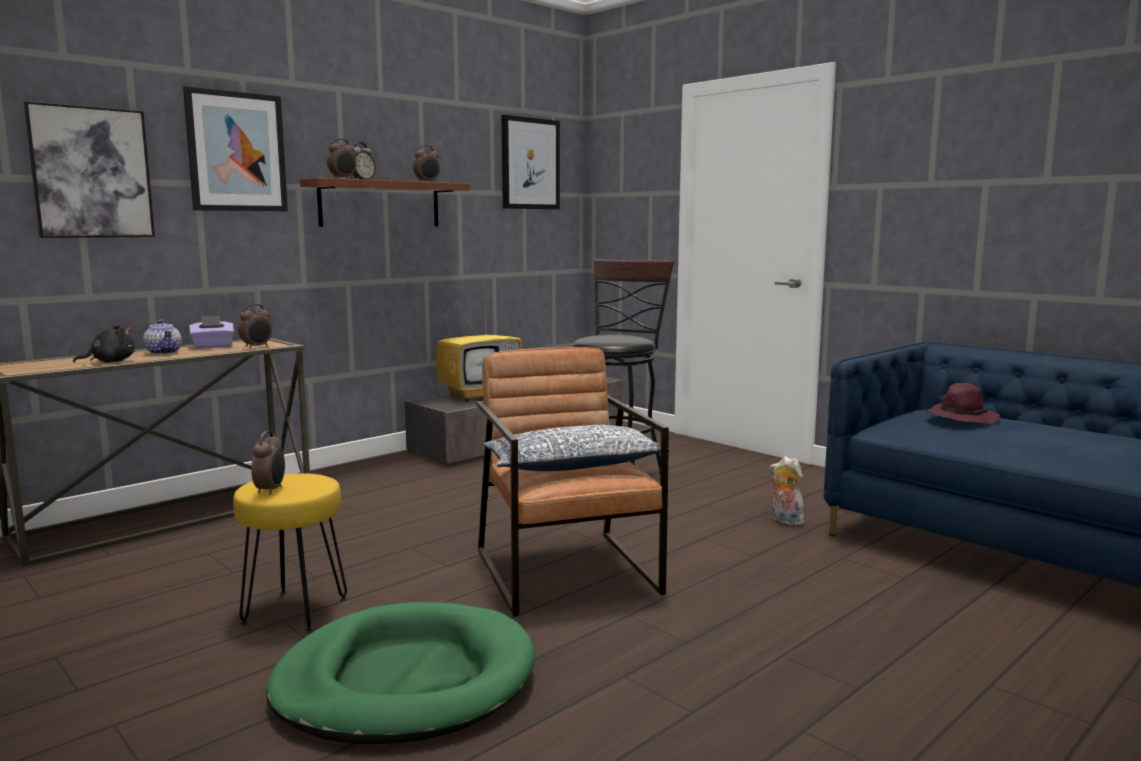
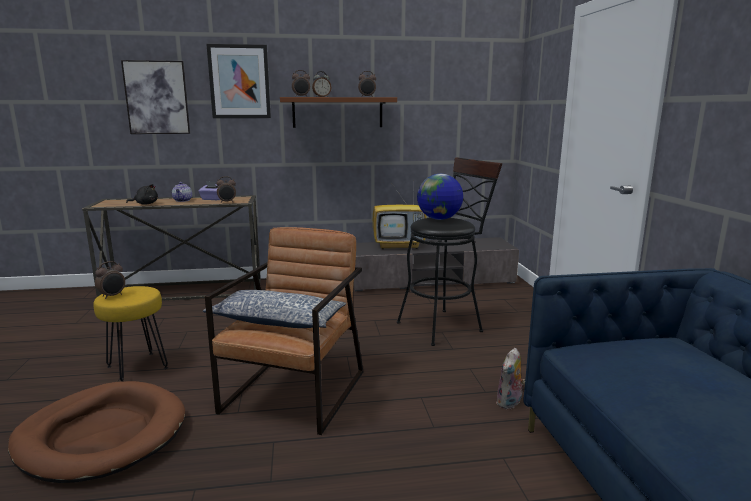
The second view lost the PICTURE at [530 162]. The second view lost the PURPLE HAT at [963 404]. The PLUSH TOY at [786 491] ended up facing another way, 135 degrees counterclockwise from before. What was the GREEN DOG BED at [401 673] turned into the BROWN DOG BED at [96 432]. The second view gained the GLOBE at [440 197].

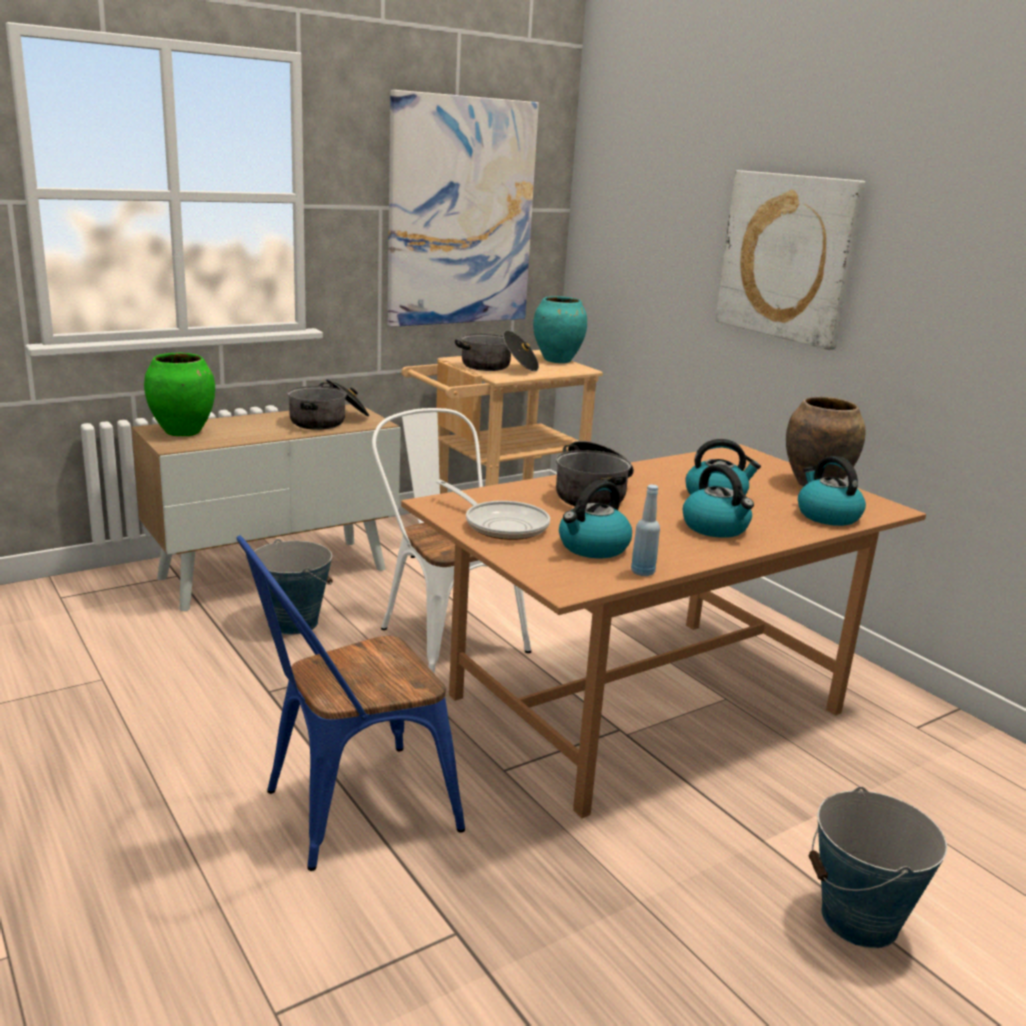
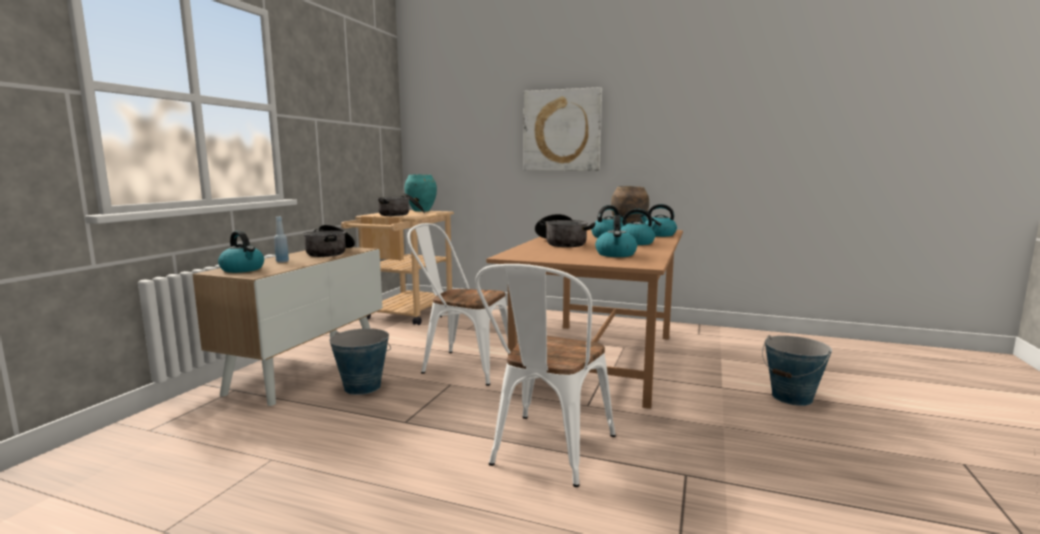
The second view lost the PICTURE at [463 208]. Where the GREEN VASE stood at [179 394], the KETTLE came to stand at [241 252]. The second view lost the FRYING PAN at [493 510]. The BLUE BOTTLE ended up elsewhere, having gone from [645 530] to [281 240]. What was the BLUE CHAIR at [350 703] turned into the WHITE CHAIR at [545 375].

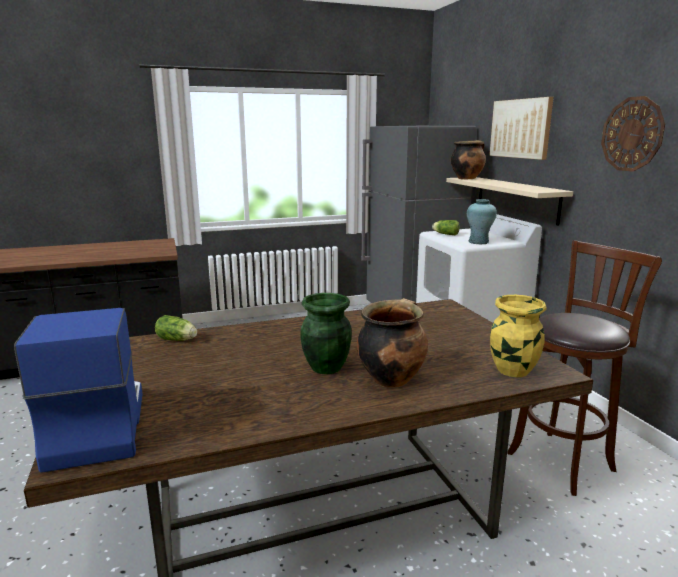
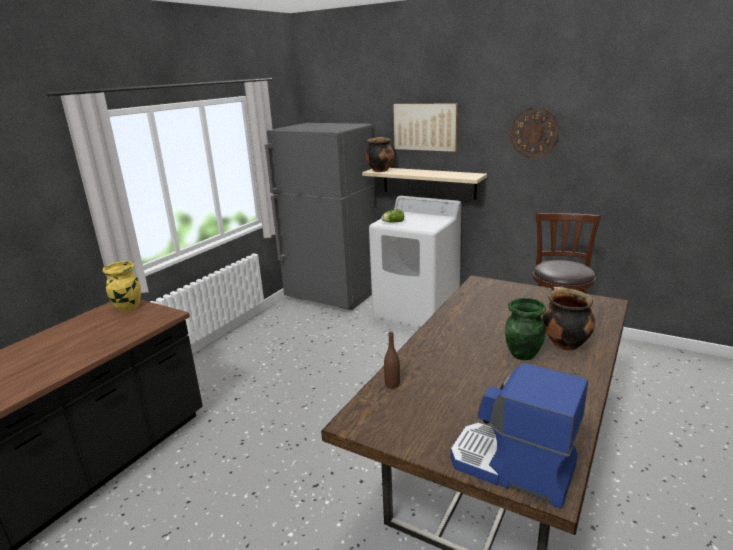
The second view lost the TURQUOISE VASE at [482 221]. The YELLOW VASE ended up elsewhere, having gone from [518 336] to [122 286]. Where the LETTUCE stood at [176 328], the BROWN BOTTLE came to stand at [392 360].

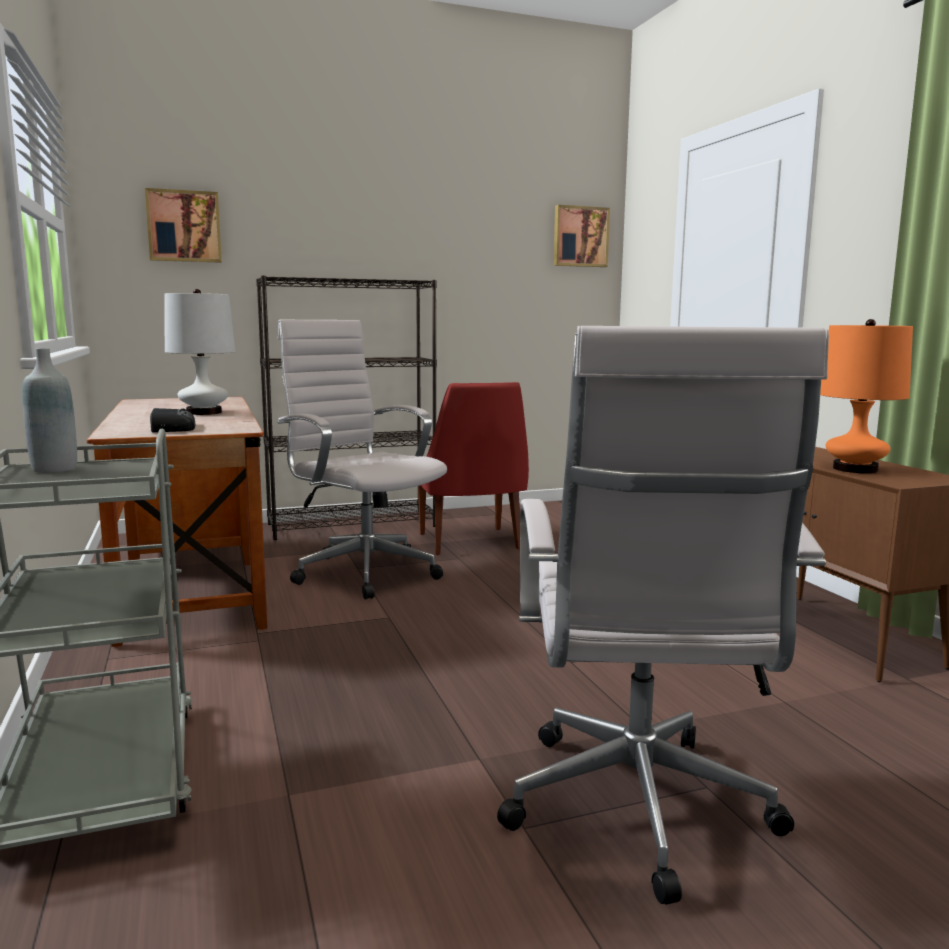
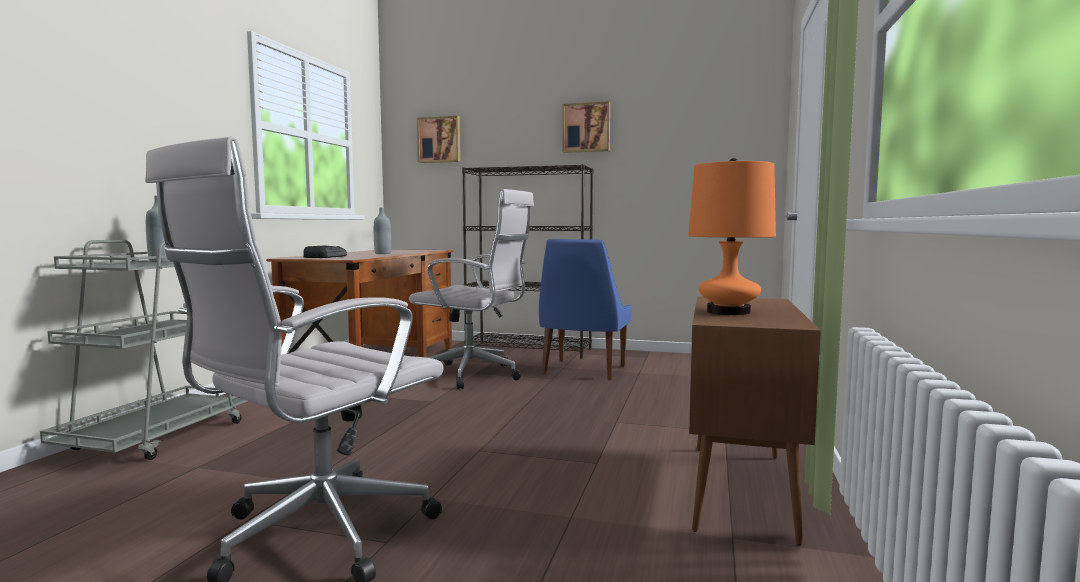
The PICTURE ended up elsewhere, having gone from [582 236] to [586 127]. Where the WHITE TABLE LAMP stood at [200 352], the GREY BOTTLE came to stand at [382 231]. The WHITE OFFICE CHAIR at [362 460] ended up facing another way, 120 degrees clockwise from before. What was the RED CHAIR at [473 468] turned into the BLUE CHAIR at [585 309].

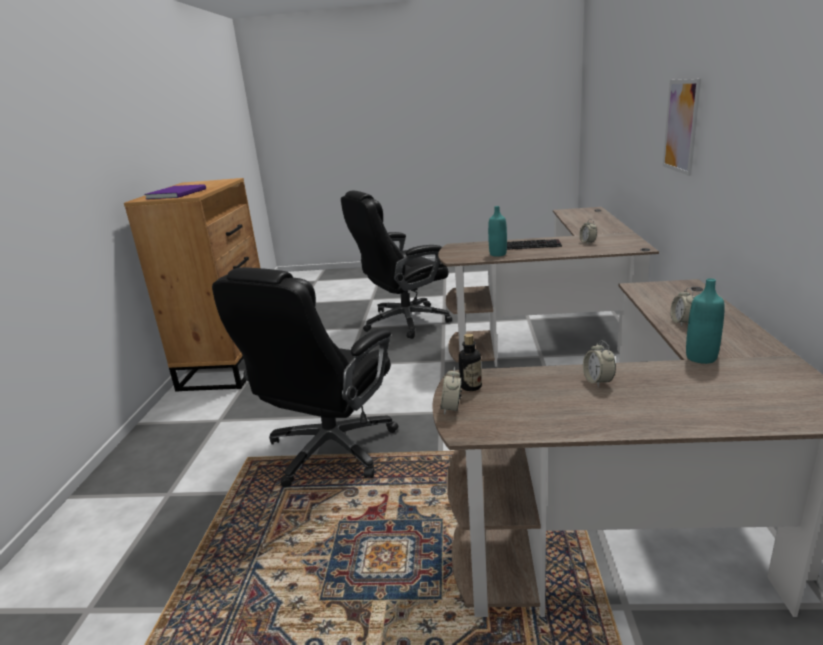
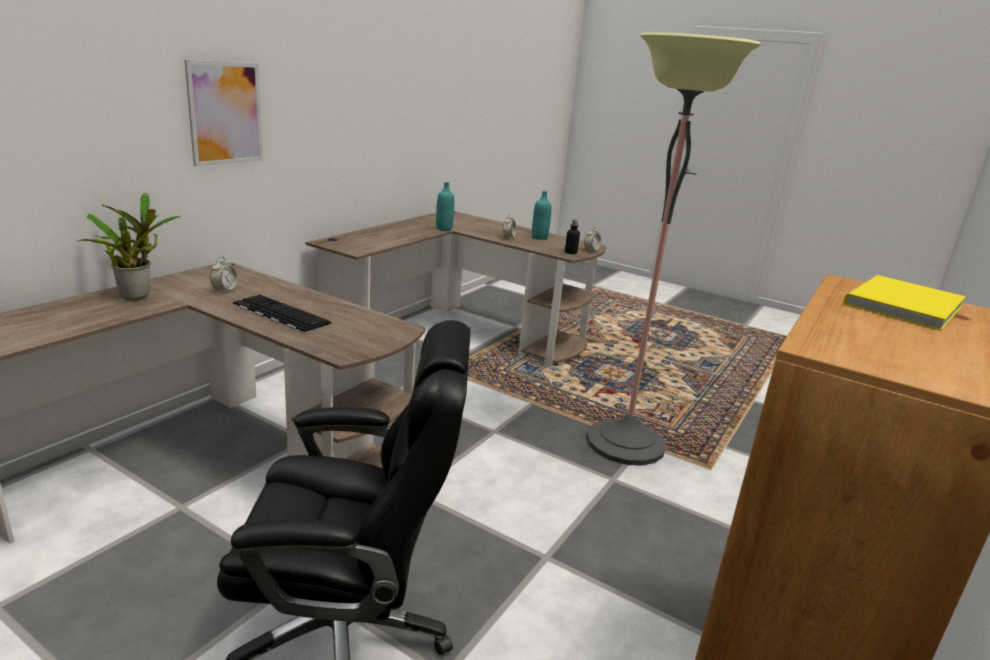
What was the PURPLE BOOK at [175 191] turned into the YELLOW BOOK at [905 303]. The TURQUOISE BOTTLE ended up elsewhere, having gone from [497 231] to [541 215]. Where the BLACK OFFICE CHAIR stood at [305 377], the FLOOR LAMP came to stand at [674 249]. The second view lost the ALARM CLOCK at [682 307]. The second view gained the POTTED PLANT at [129 246].

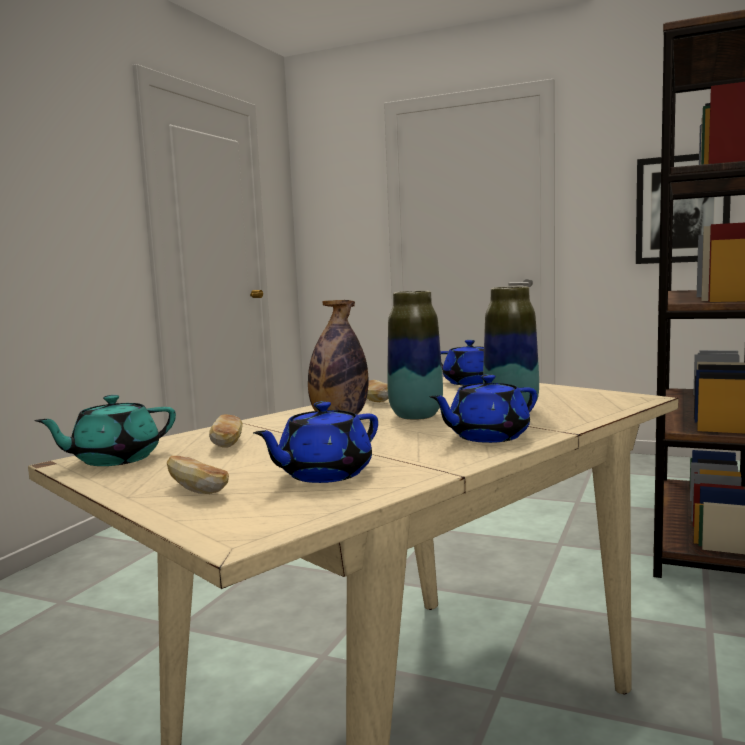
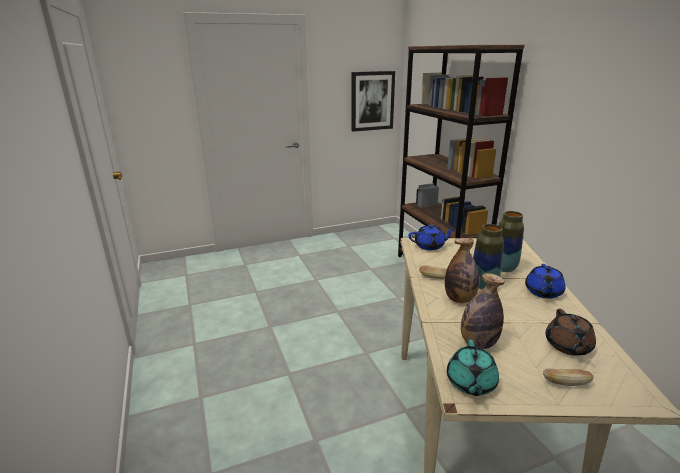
What was the BLUE TEAPOT at [315 442] turned into the BROWN TEAPOT at [571 332]. Where the BREAD stood at [226 431], the BOTTLE came to stand at [483 311].

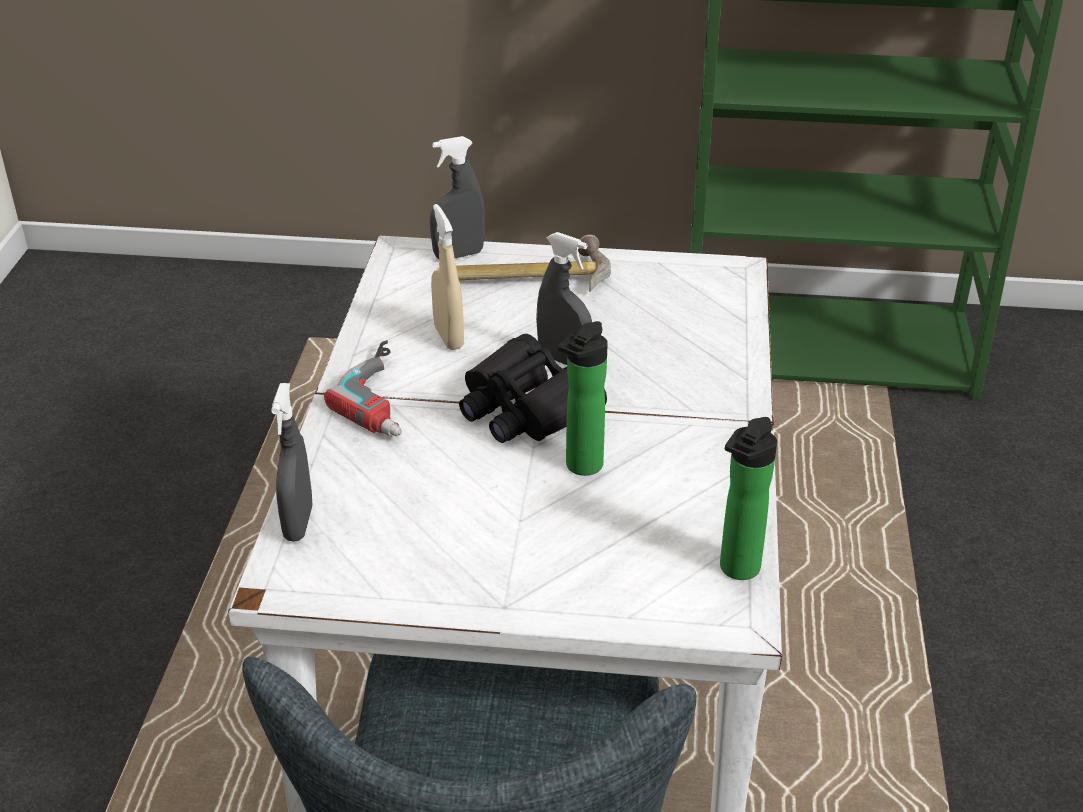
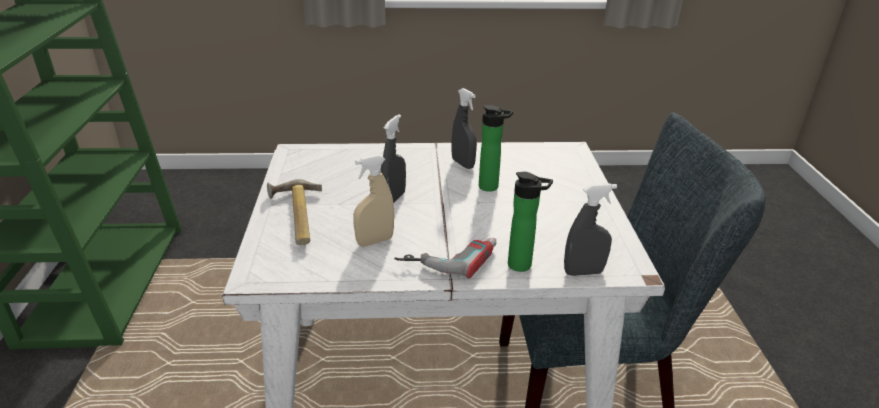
The GREY SPRAY BOTTLE ended up elsewhere, having gone from [457 197] to [464 128]. The second view lost the BLACK BINOCULARS at [533 388]. The BOTTLE ended up elsewhere, having gone from [748 498] to [530 222].

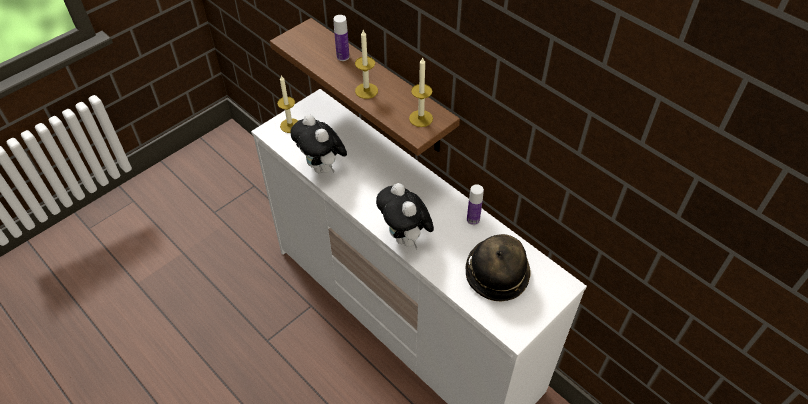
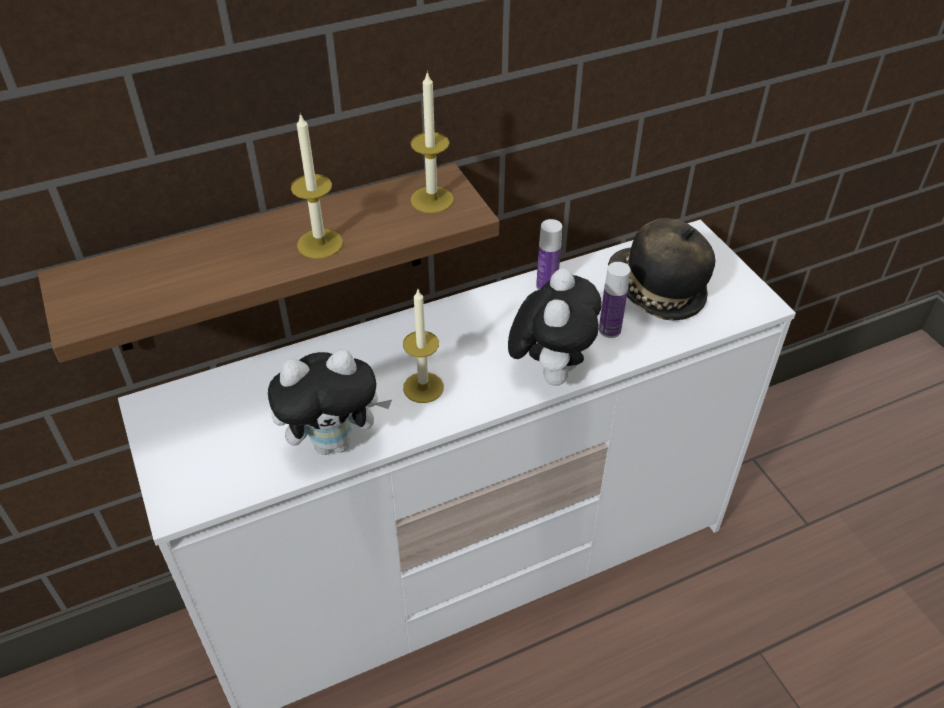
The BOTTLE ended up elsewhere, having gone from [341 38] to [614 300]. The CANDLE ended up elsewhere, having gone from [287 104] to [423 346]. The PLUSH TOY at [405 216] ended up facing another way, 75 degrees counterclockwise from before.

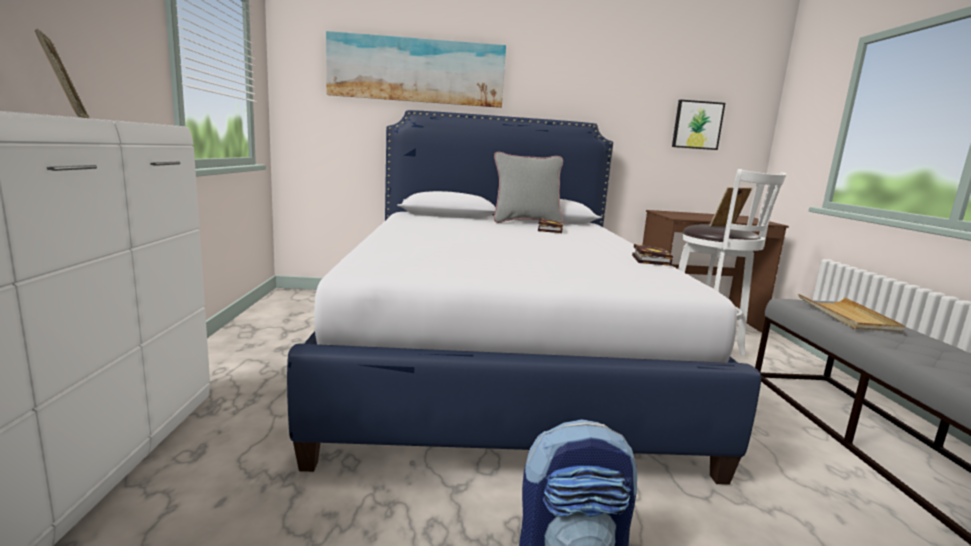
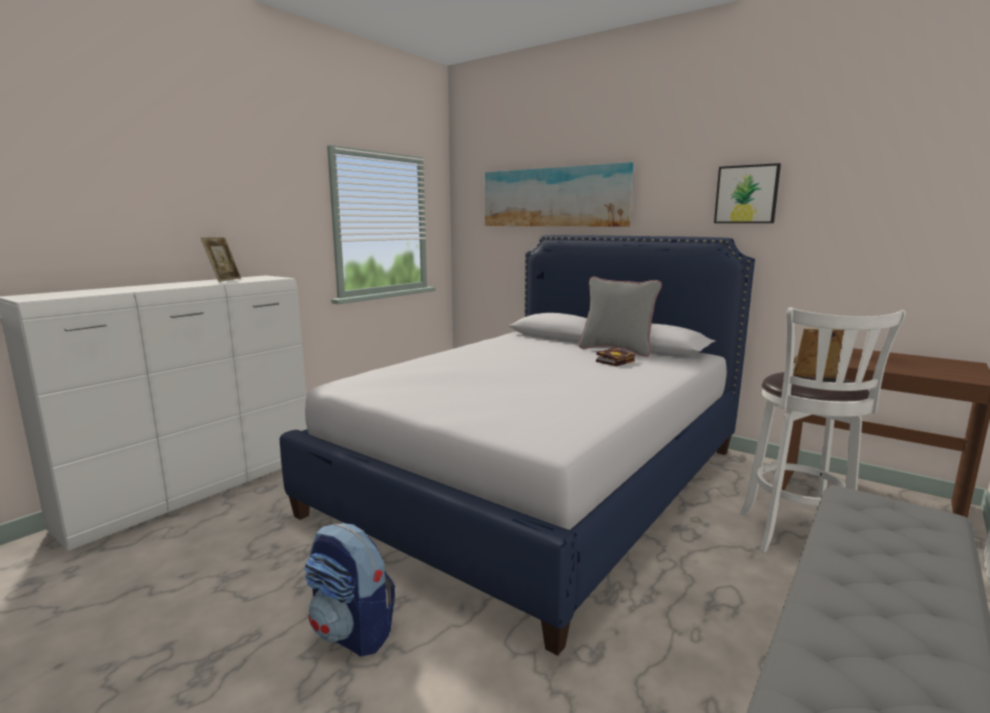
The PICTURE ended up elsewhere, having gone from [698 125] to [747 193]. The second view lost the BOOK at [652 255]. The second view lost the BEIGE TRAY at [851 313].

